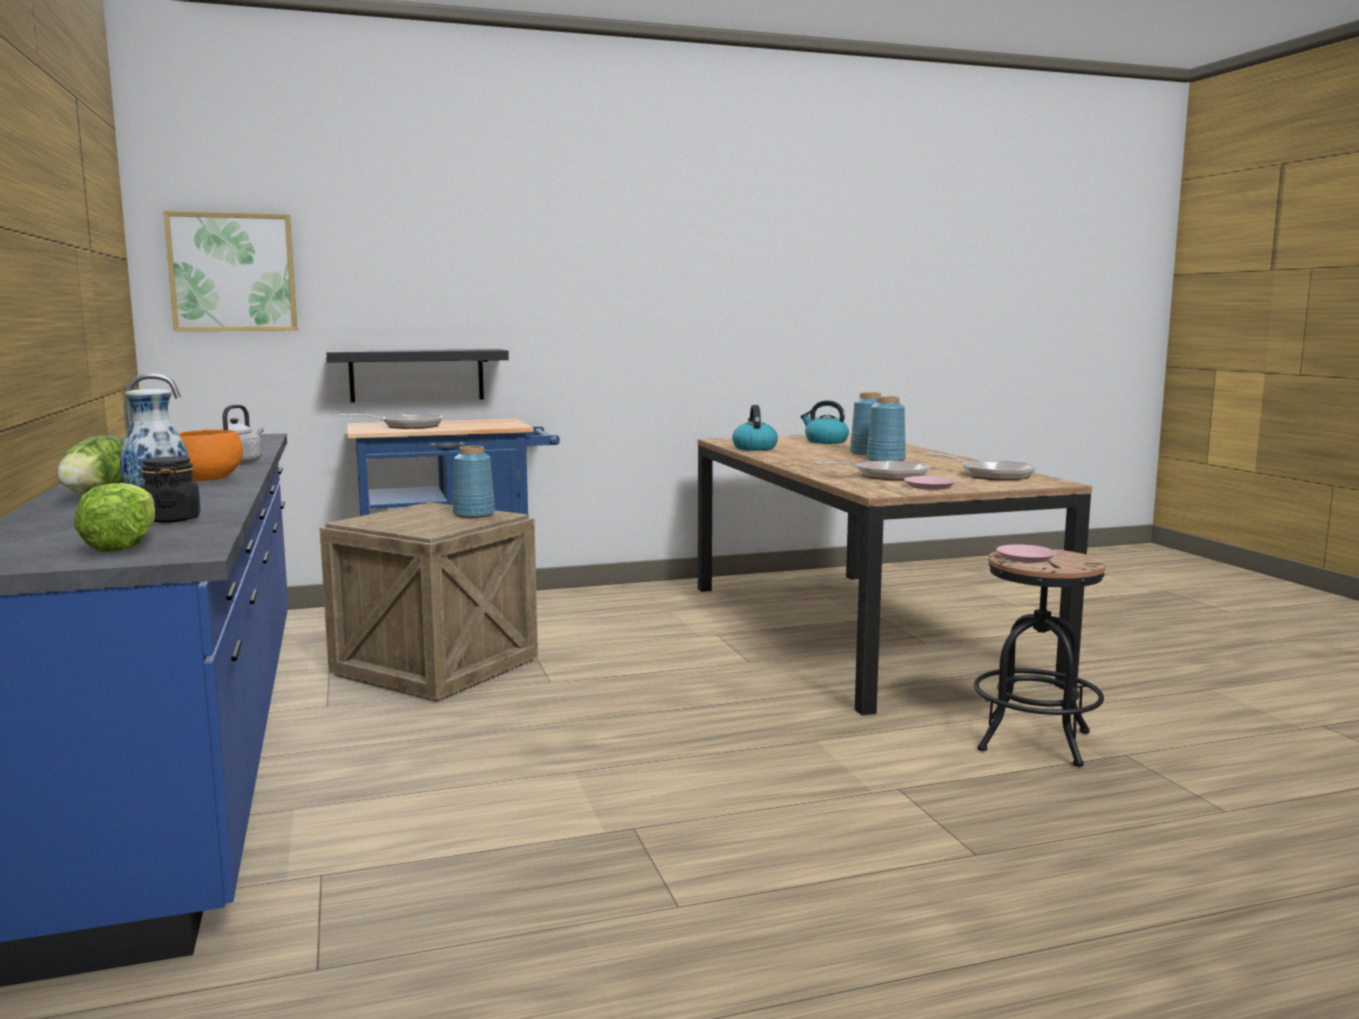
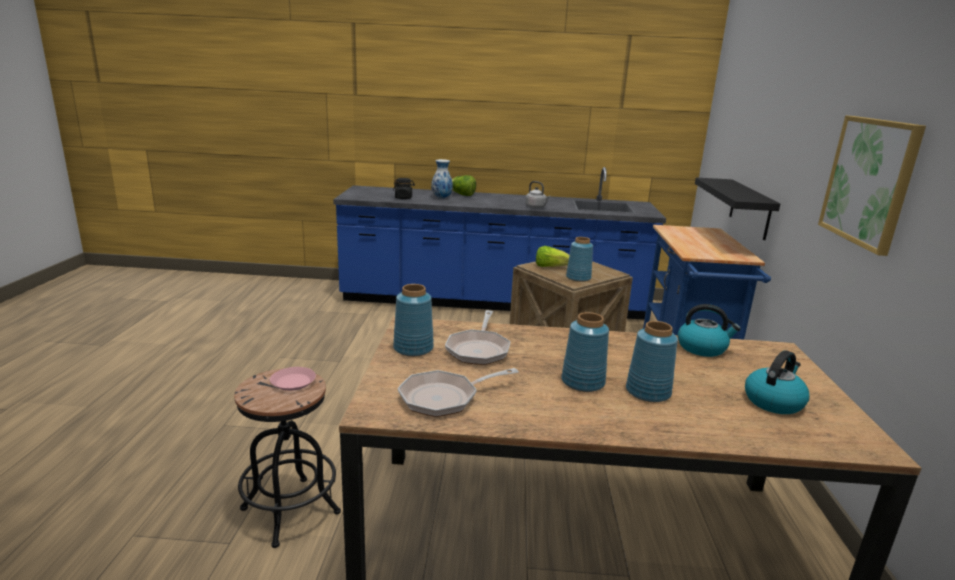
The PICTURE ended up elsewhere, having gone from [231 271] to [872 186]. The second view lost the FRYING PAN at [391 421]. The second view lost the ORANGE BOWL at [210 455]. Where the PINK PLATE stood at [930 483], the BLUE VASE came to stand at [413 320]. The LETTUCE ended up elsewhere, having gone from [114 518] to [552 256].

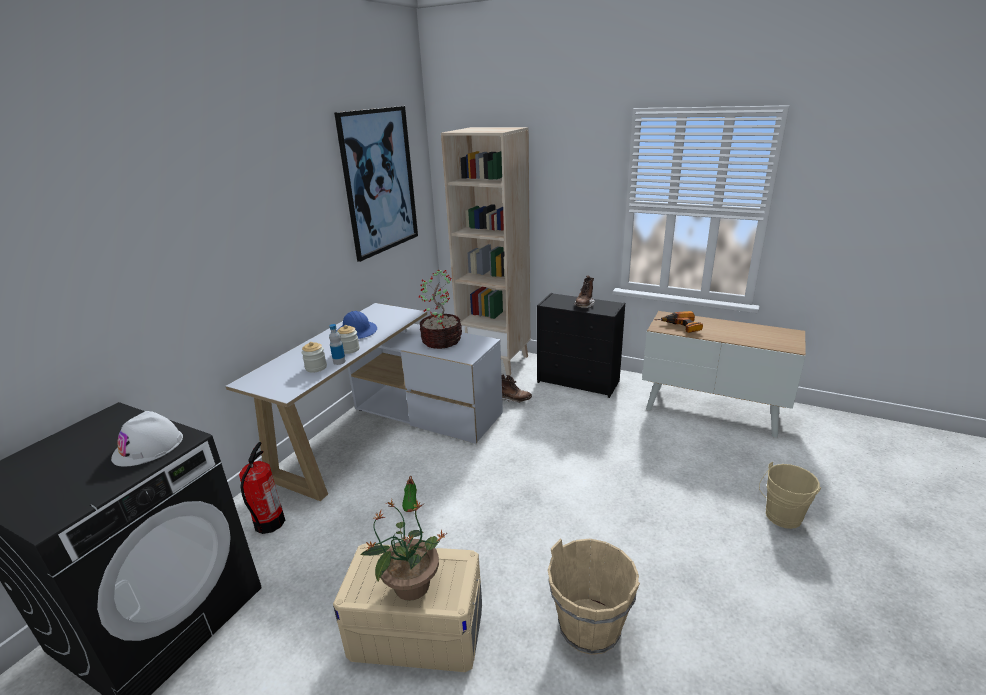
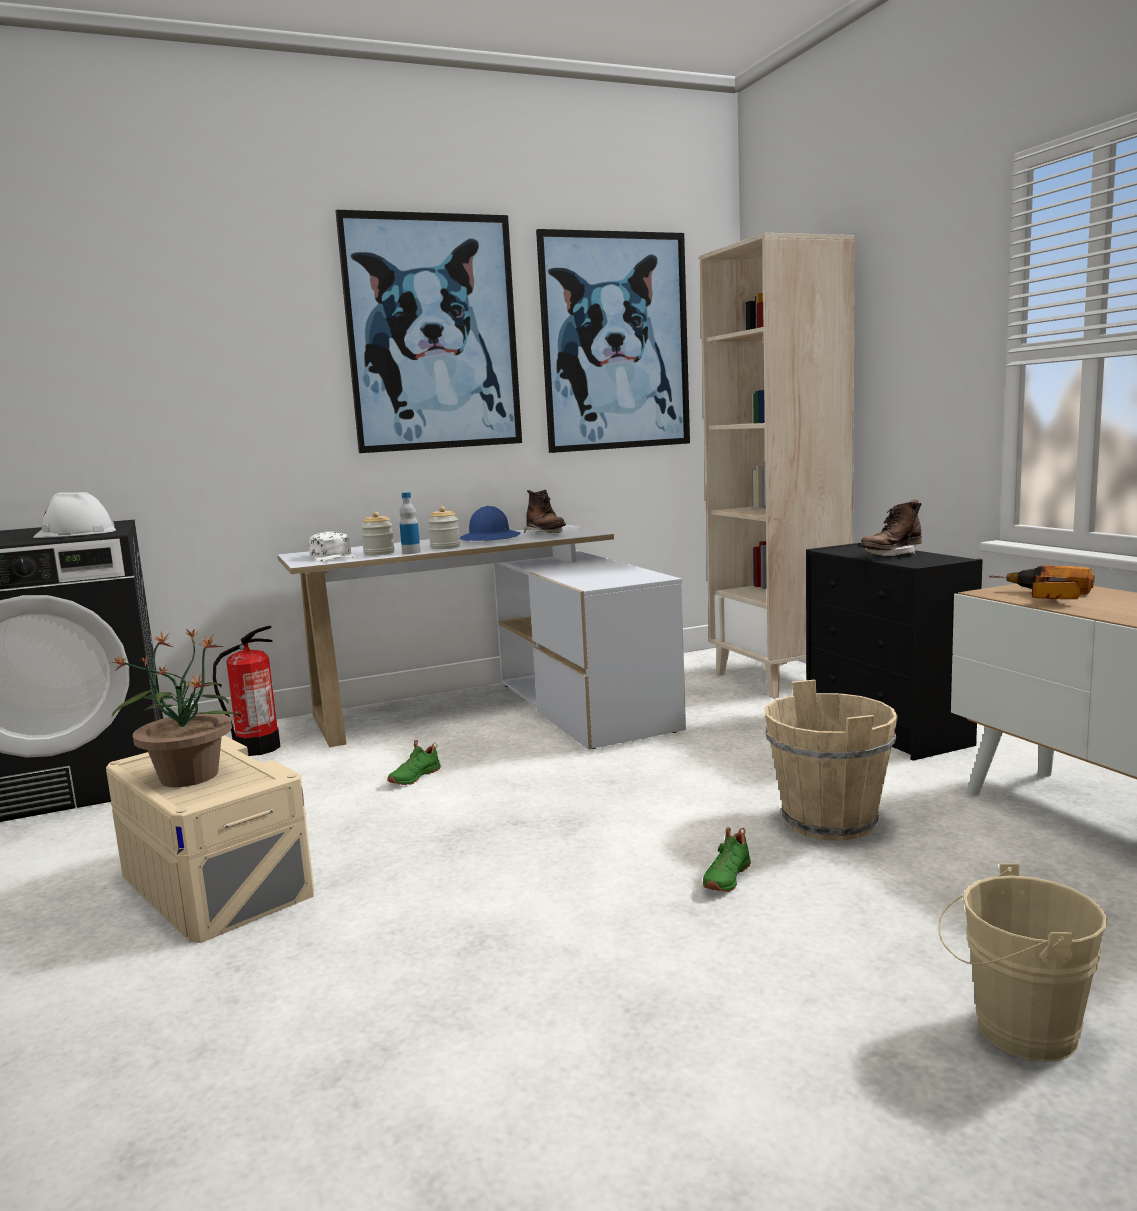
The second view lost the POTTED PLANT at [440 309]. The BROWN BOOT ended up elsewhere, having gone from [516 389] to [545 511]. The BEIGE BUCKET ended up elsewhere, having gone from [594 597] to [831 760]. The second view gained the PICTURE at [429 331]. The second view gained the WHITE CAP at [332 547]. The second view gained the GREEN SHOE at [727 859].

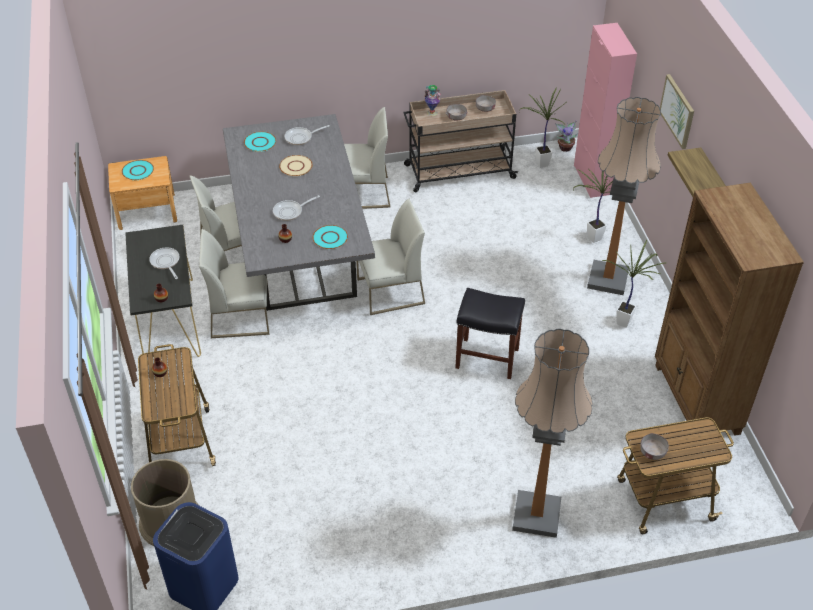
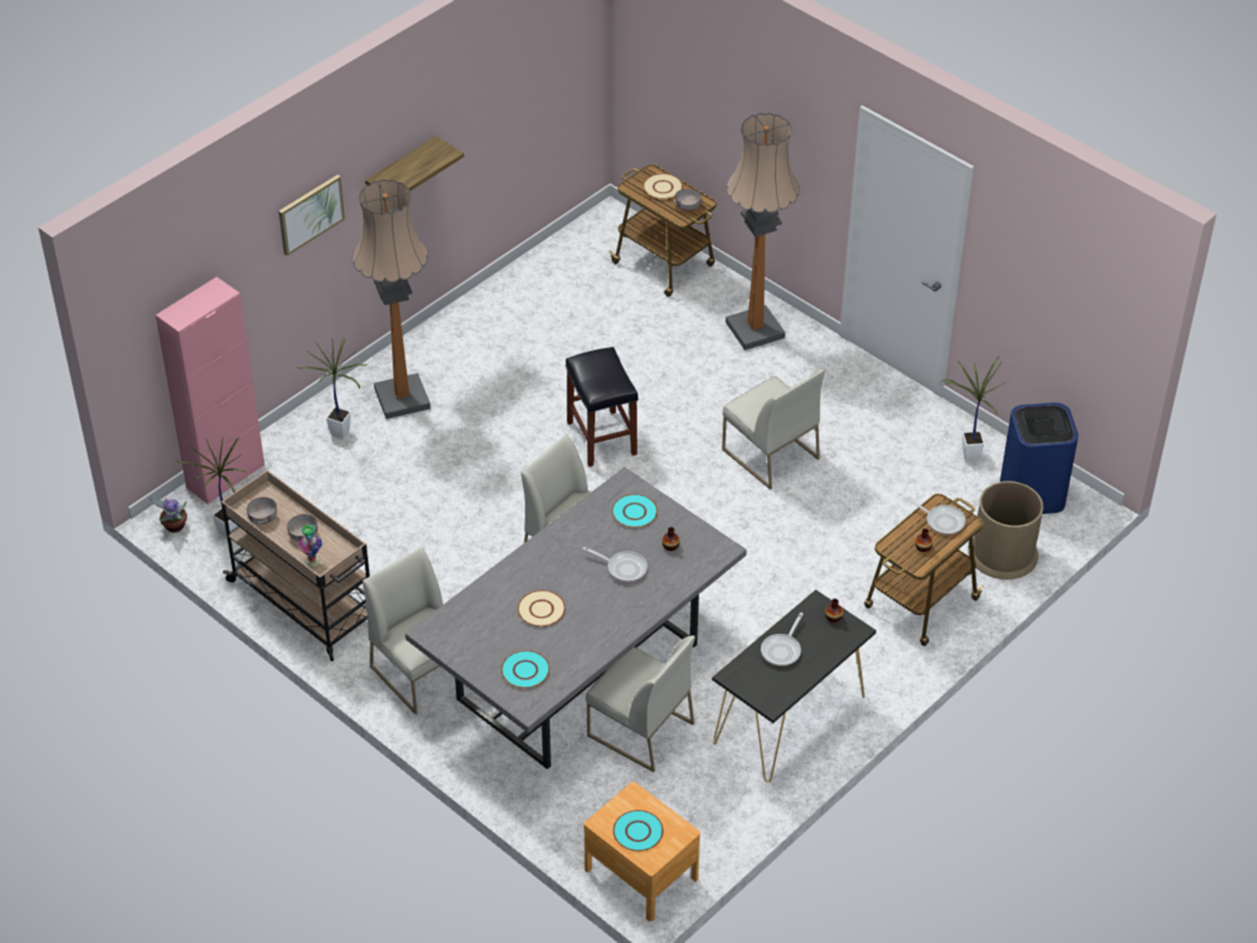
The FRYING PAN ended up elsewhere, having gone from [307 135] to [934 516]. The second view lost the BROWN BOOKCASE at [729 309]. The WHITE CHAIR ended up elsewhere, having gone from [234 283] to [773 429]. The POTTED PLANT ended up elsewhere, having gone from [633 284] to [973 409]. The second view gained the BEIGE PLATE at [663 186].

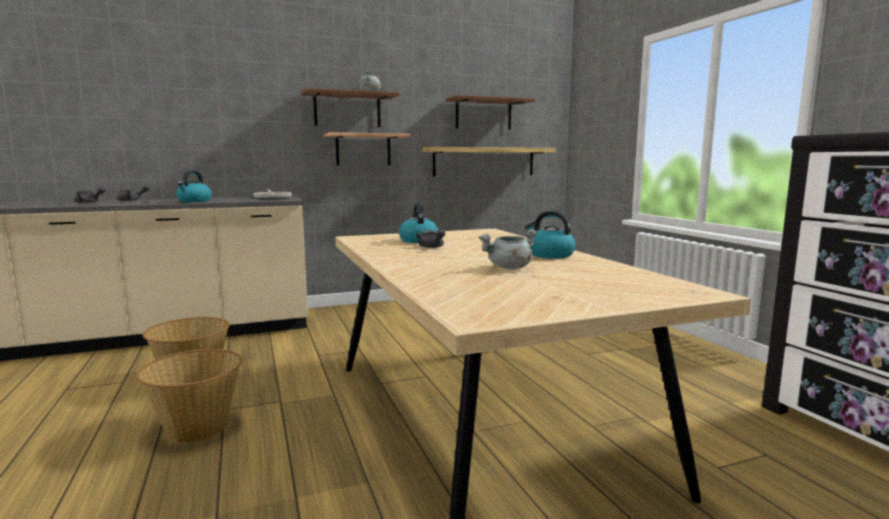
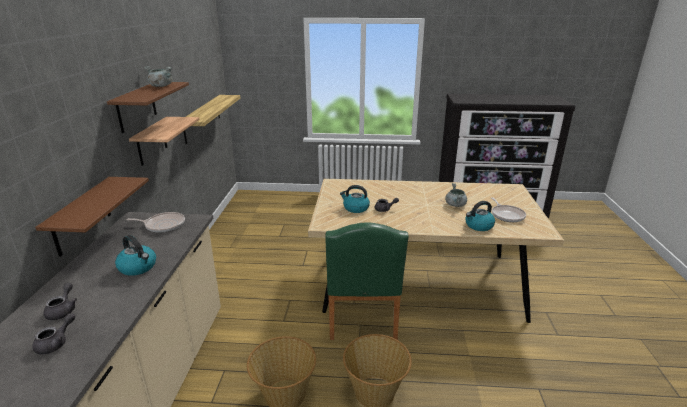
The BROWN SHELF ended up elsewhere, having gone from [491 112] to [92 217]. The KETTLE ended up elsewhere, having gone from [550 235] to [480 216]. The second view gained the FRYING PAN at [508 209]. The second view gained the GREEN CHAIR at [367 281].

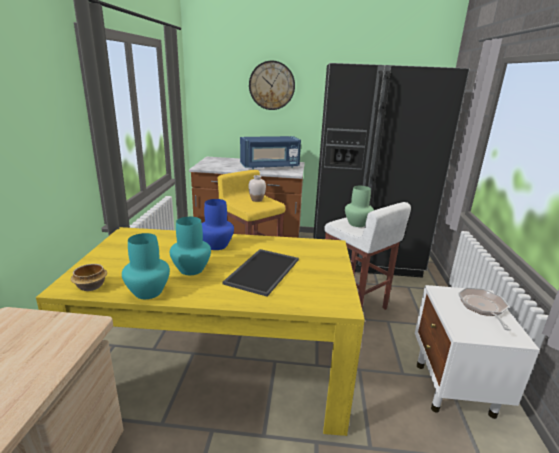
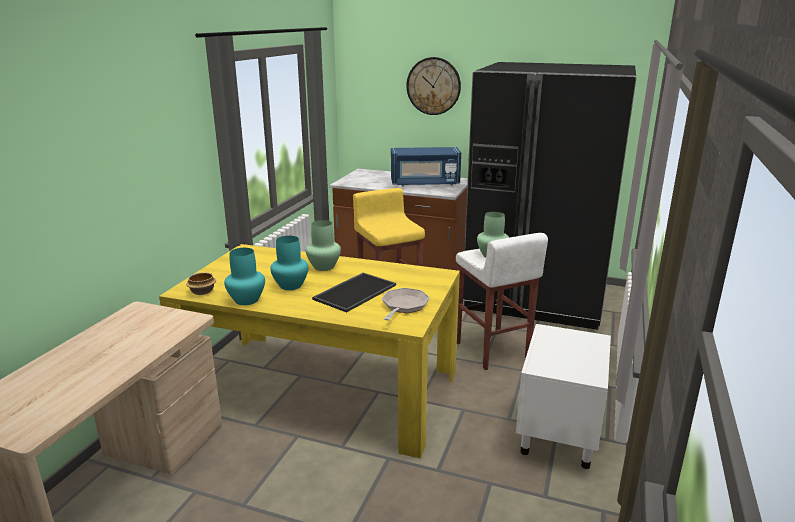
The second view lost the WHITE VASE at [257 188]. What was the BLUE VASE at [218 224] turned into the GREEN VASE at [323 245]. The FRYING PAN ended up elsewhere, having gone from [484 309] to [406 304].

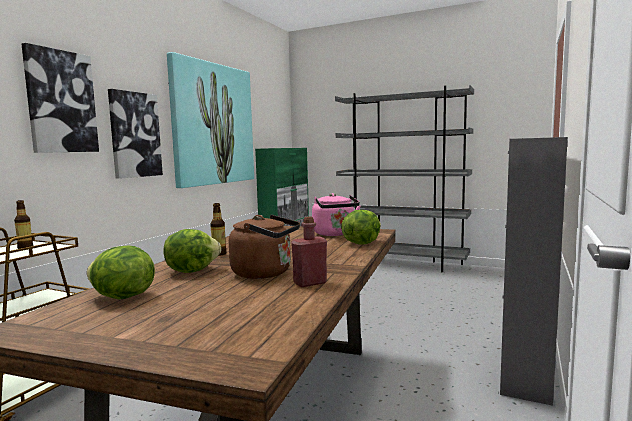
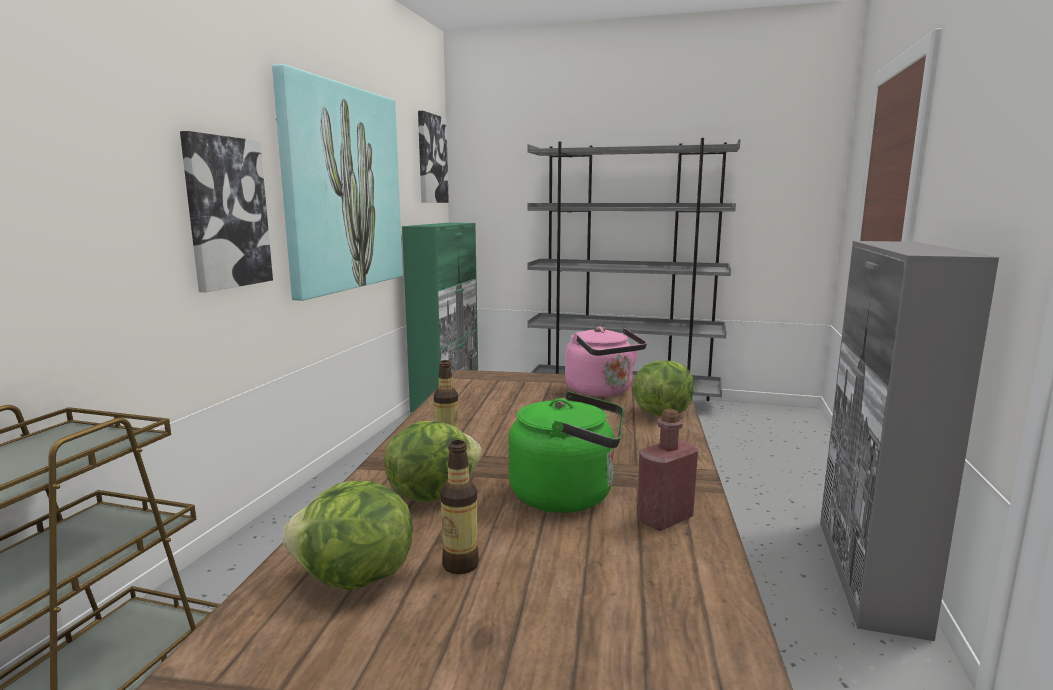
The PICTURE ended up elsewhere, having gone from [60 98] to [433 157]. The BOTTLE ended up elsewhere, having gone from [23 224] to [460 507]. What was the BROWN KETTLE at [264 247] turned into the GREEN KETTLE at [566 452].

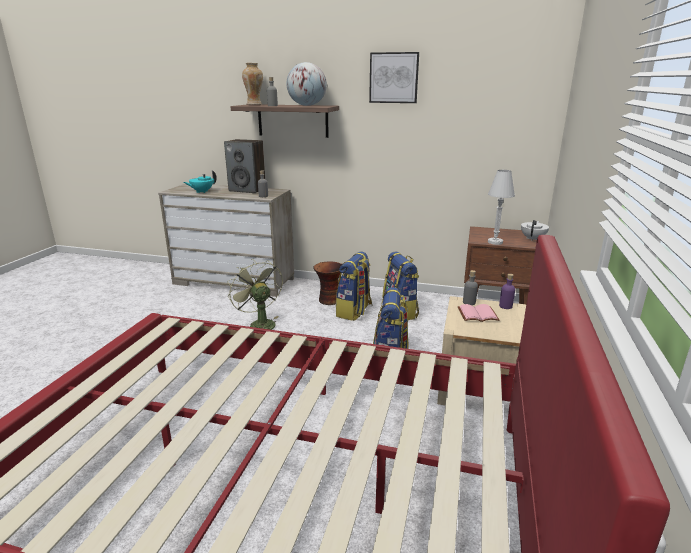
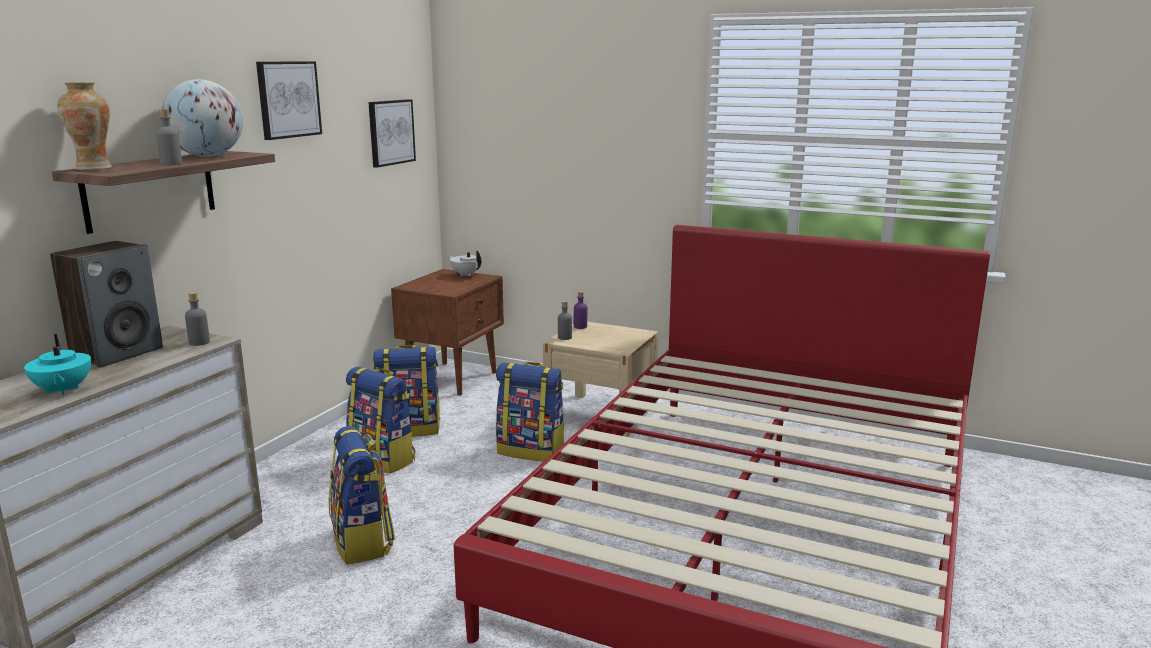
The second view lost the WHITE TABLE LAMP at [501 207]. Where the GREEN FAN stood at [255 294], the BACKPACK came to stand at [362 495]. The second view lost the VASE at [327 283]. The second view lost the PINK BOOK at [478 313]. The second view gained the PICTURE at [392 133].

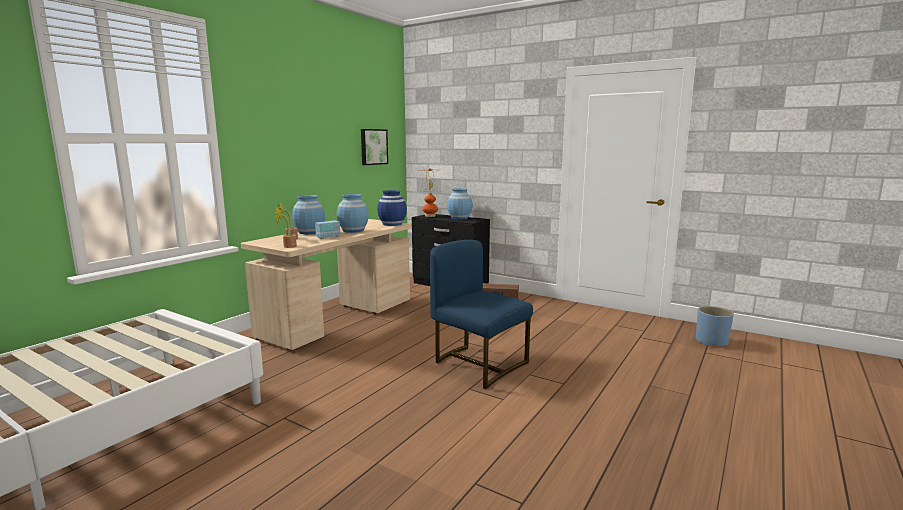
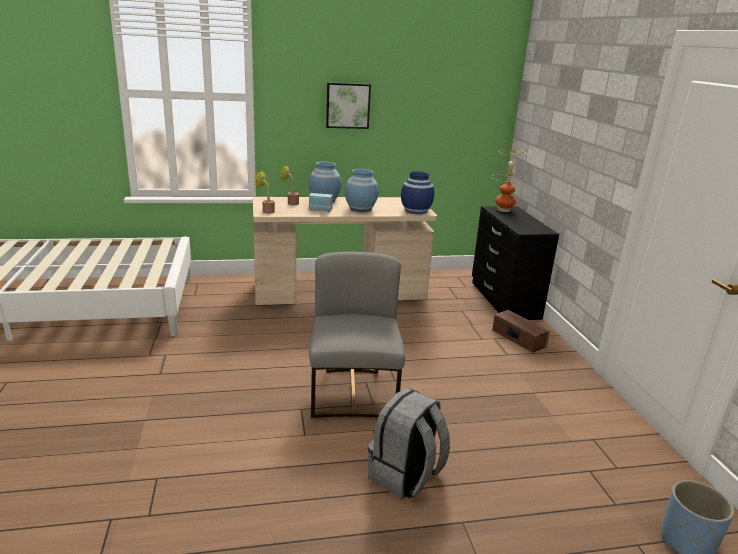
The PICTURE ended up elsewhere, having gone from [374 147] to [348 105]. The second view lost the BLUE VASE at [460 204]. What was the BLUE CHAIR at [481 314] turned into the GREY CHAIR at [357 335]. The second view gained the GREY BACKPACK at [409 443].

